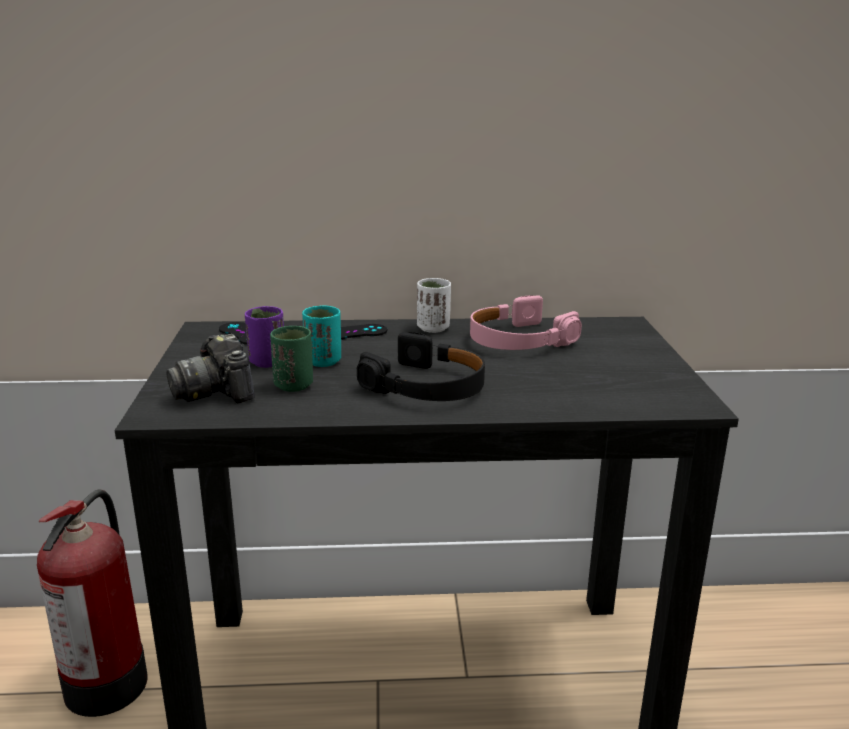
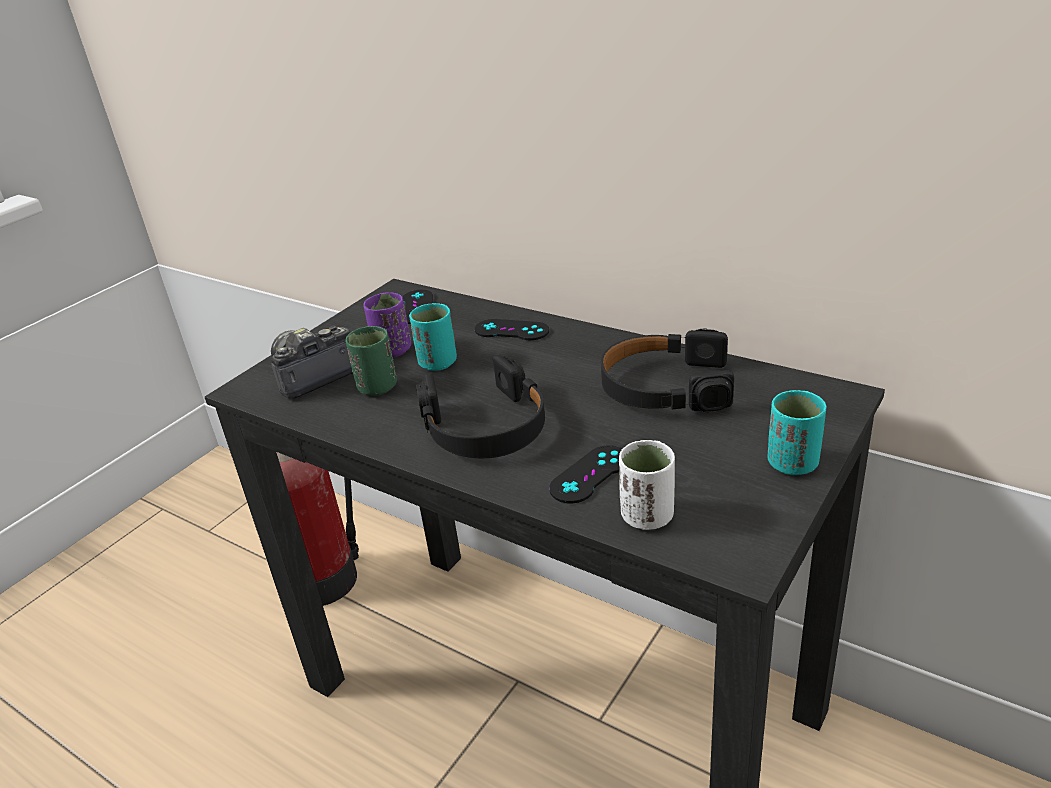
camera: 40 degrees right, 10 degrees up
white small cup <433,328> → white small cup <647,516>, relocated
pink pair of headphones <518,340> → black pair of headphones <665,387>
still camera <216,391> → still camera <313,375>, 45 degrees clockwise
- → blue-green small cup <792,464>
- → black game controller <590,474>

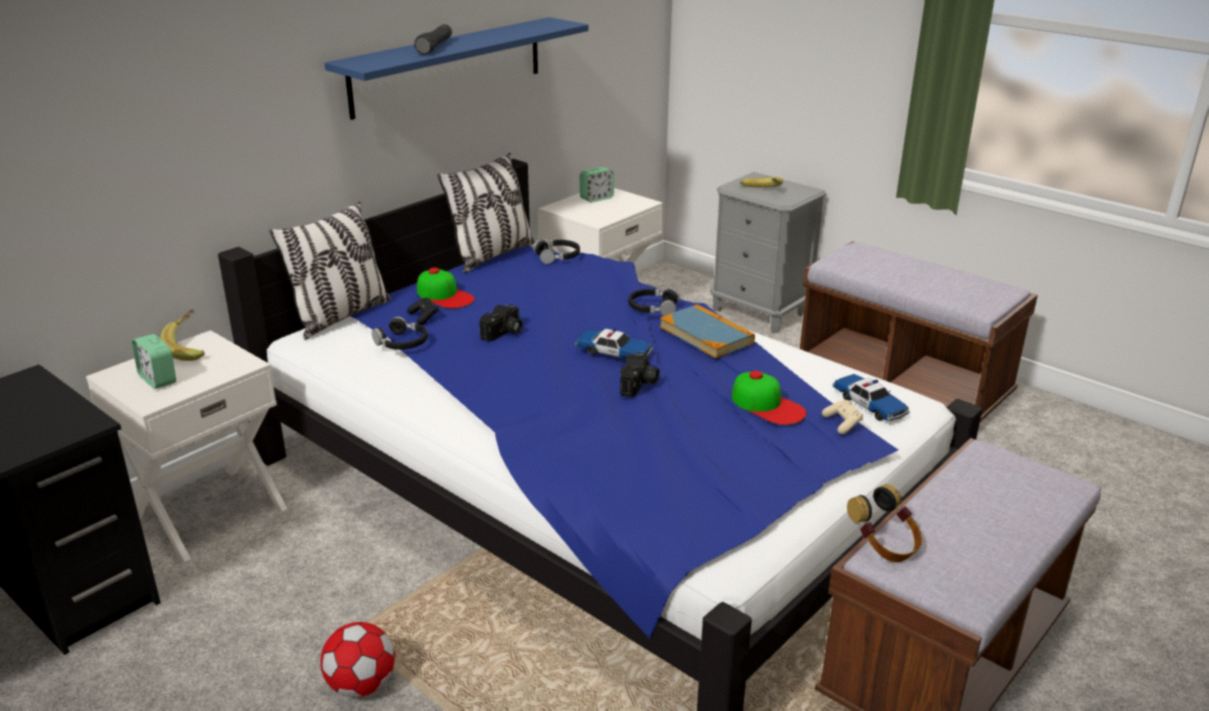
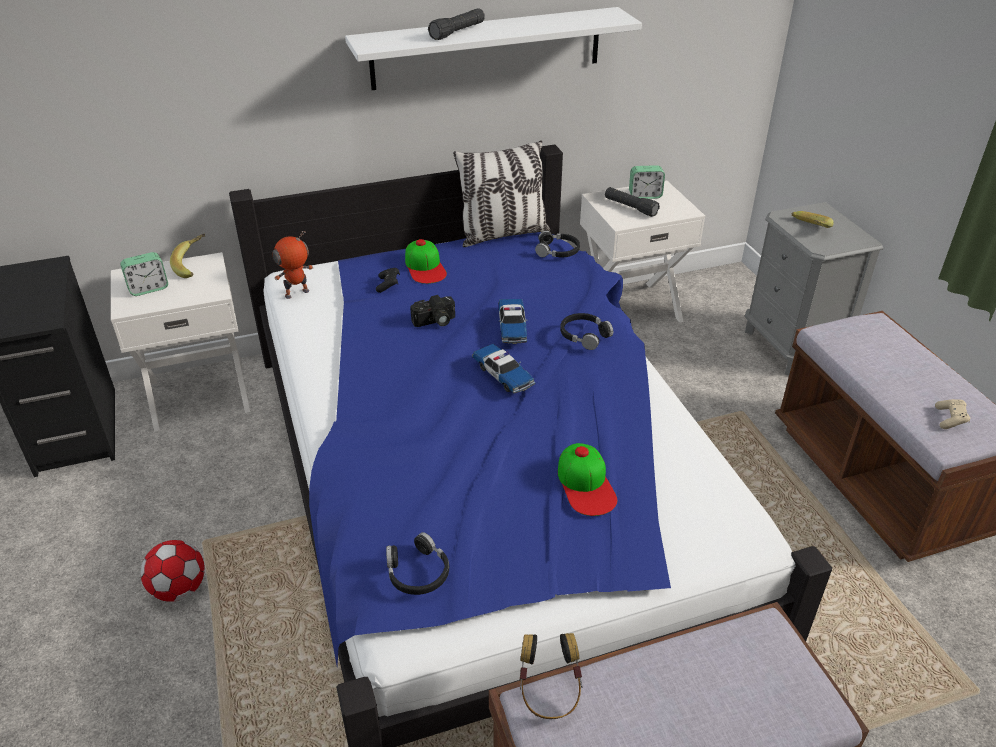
camera: 30 degrees right, 10 degrees up
blue wall shelf <448,66> → white wall shelf <487,48>
throw pillow <341,316> → -
volume <706,335> → -
black pair of headphones <402,343> → black pair of headphones <417,572>, relocated
alarm clock <158,379> → alarm clock <148,288>, 105 degrees counterclockwise
still camera <639,385> → -
miniature car <869,405> → miniature car <512,327>, relocated
sand-coloured game controller <842,423> → sand-coloured game controller <950,419>, relocated
- → black flashlight <630,208>
- → model robot <297,294>

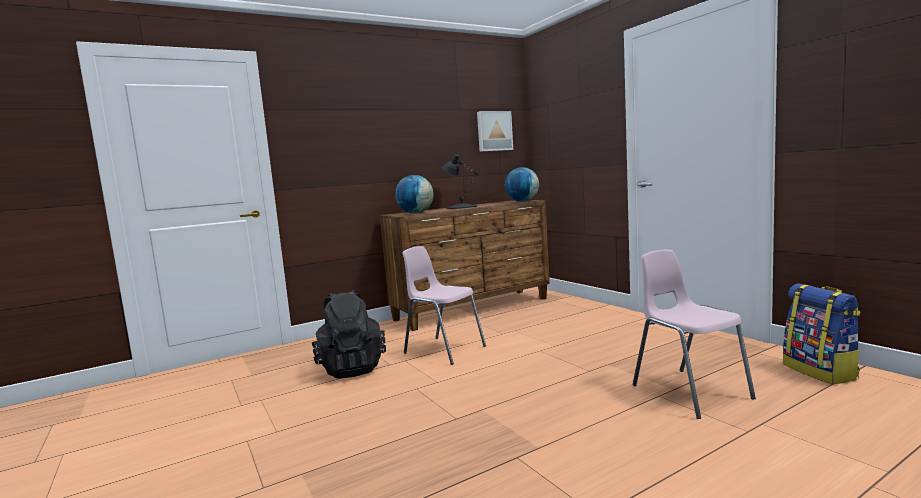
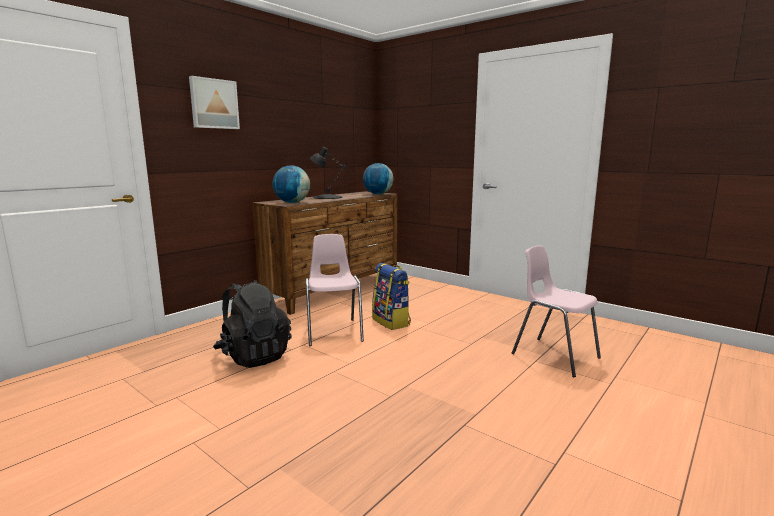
camera: 20 degrees left, 5 degrees up
picture <494,131> → picture <214,104>, relocated
pink chair <444,350> → pink chair <334,332>, 60 degrees clockwise
backpack <820,372> → backpack <391,322>, relocated

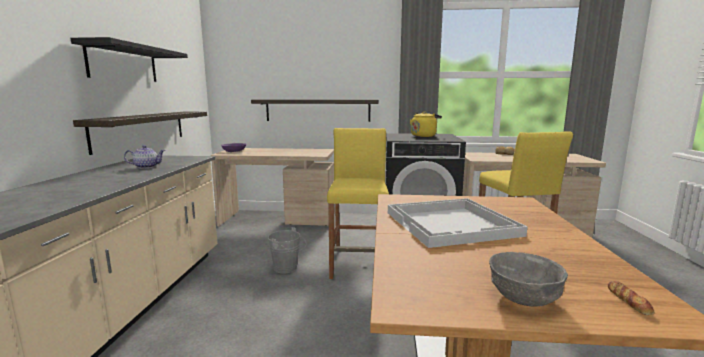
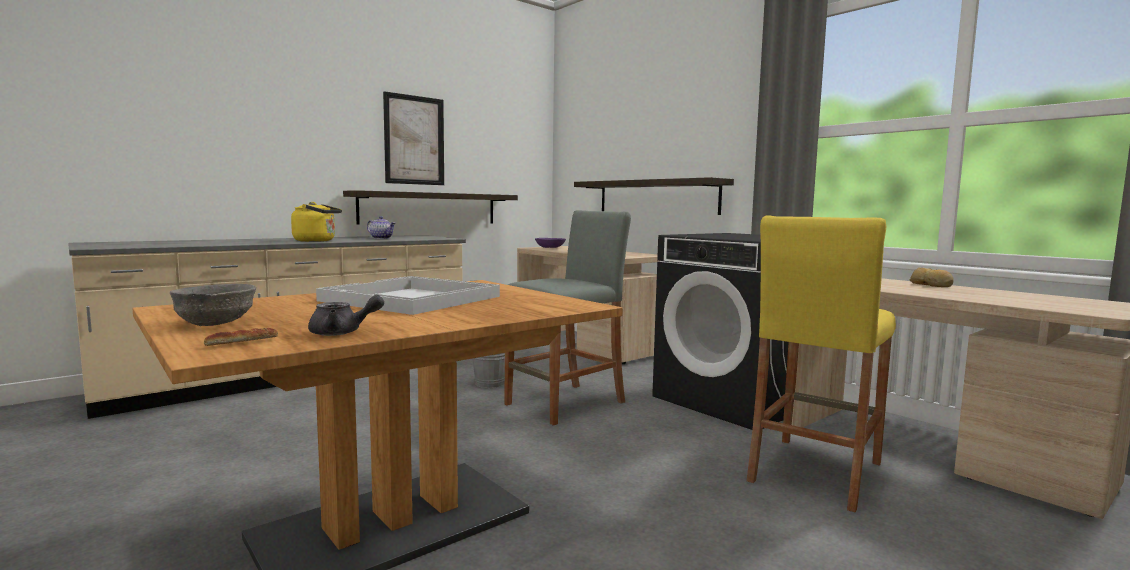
camera: 45 degrees right, 5 degrees down
black wall shelf <123,63> → picture <414,140>
yellow-coloured tea kettle <424,136> → yellow-coloured tea kettle <317,241>, relocated
yellow-coloured stool seat <358,263> → greyish stool seat <565,404>
- → greyish teapot <342,333>

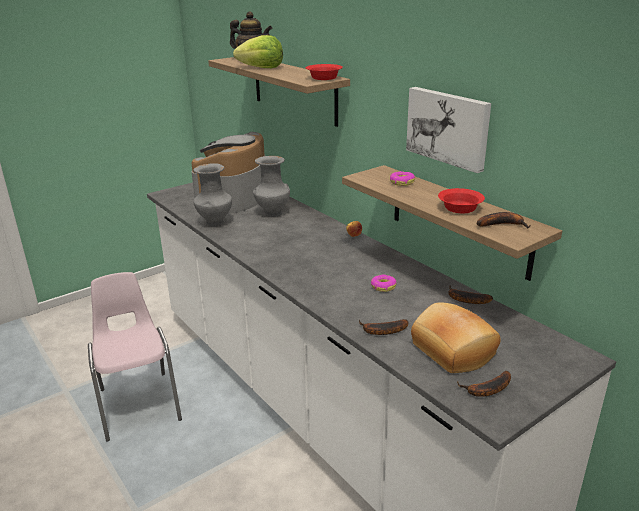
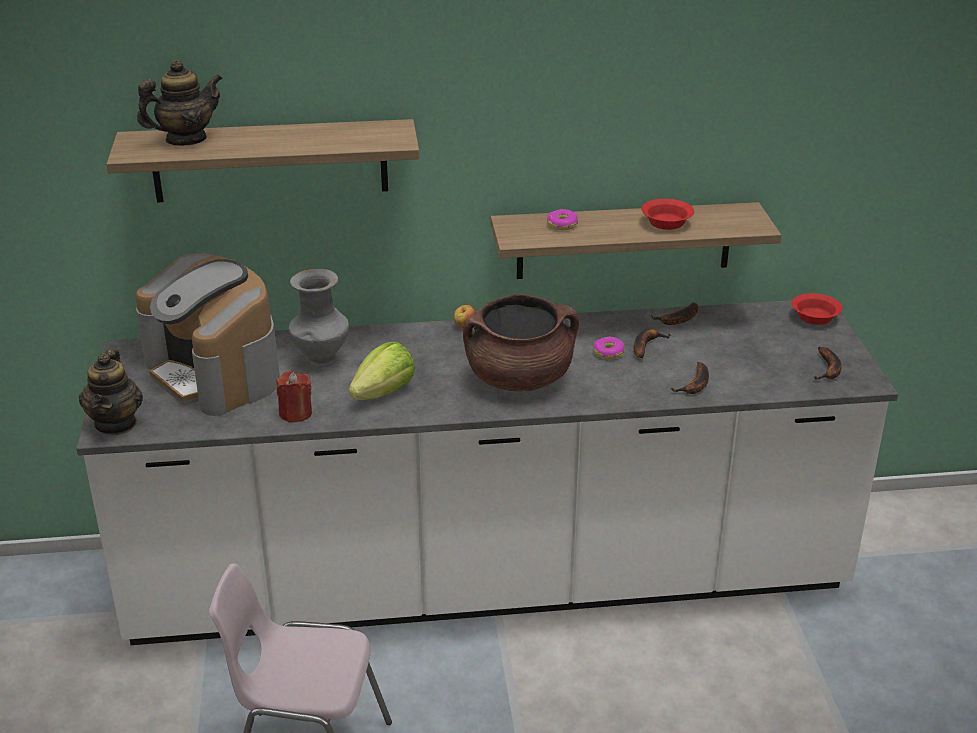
camera: 60 degrees left, 5 degrees up
lettuce <261,68> → lettuce <384,393>, relocated
red-coloured serving bowl <324,78> → red-coloured serving bowl <813,317>, relocated
picture <448,127> → -
greyish vase <215,223> → red-coloured candle <295,413>
banana <502,224> → banana <645,345>, relocated
bakery bread <451,351> → -
- → brown-coloured cooking pot <519,379>
- → teapot <116,423>

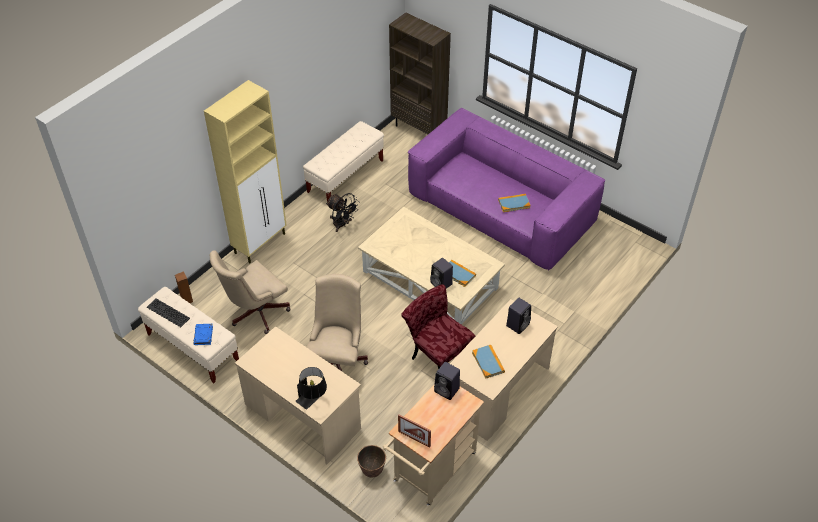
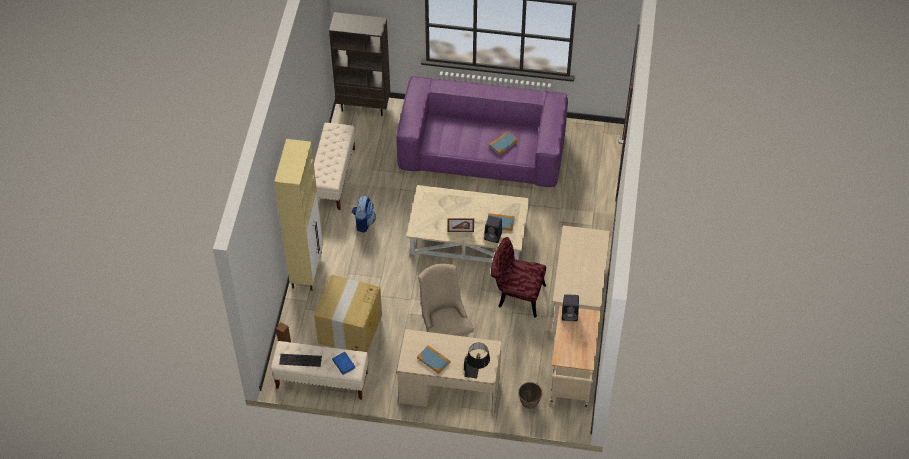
camera: 30 degrees left, 5 degrees up
black electric fan <342,225> → backpack <363,222>
sand-coloured office chair <255,313> → cardboard box <349,329>
black loudspeaker <518,324> → -
volume <488,362> → volume <433,360>, relocated
standing frame <414,438> → standing frame <460,231>, relocated

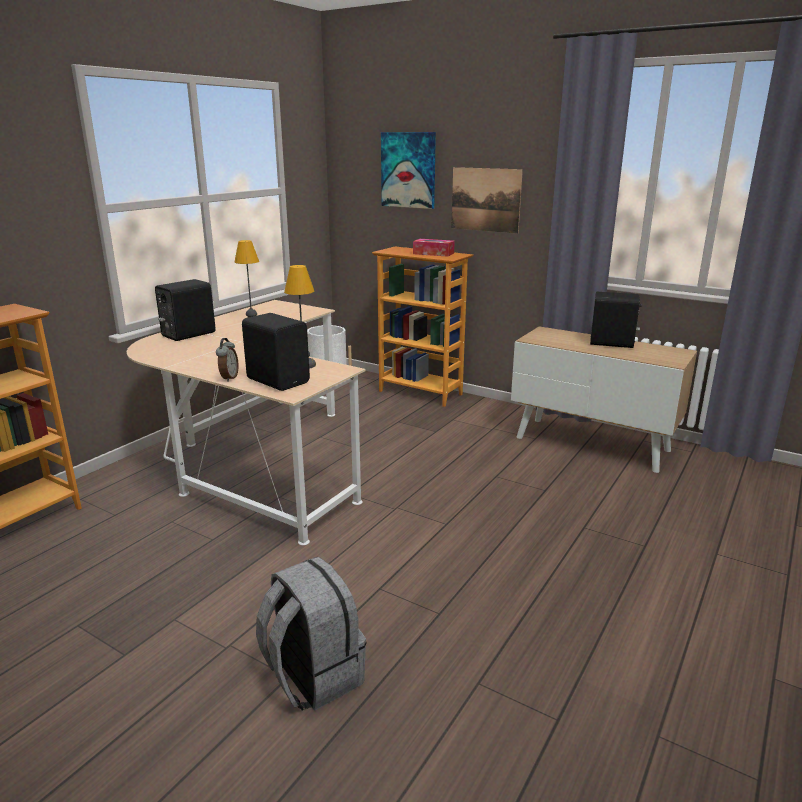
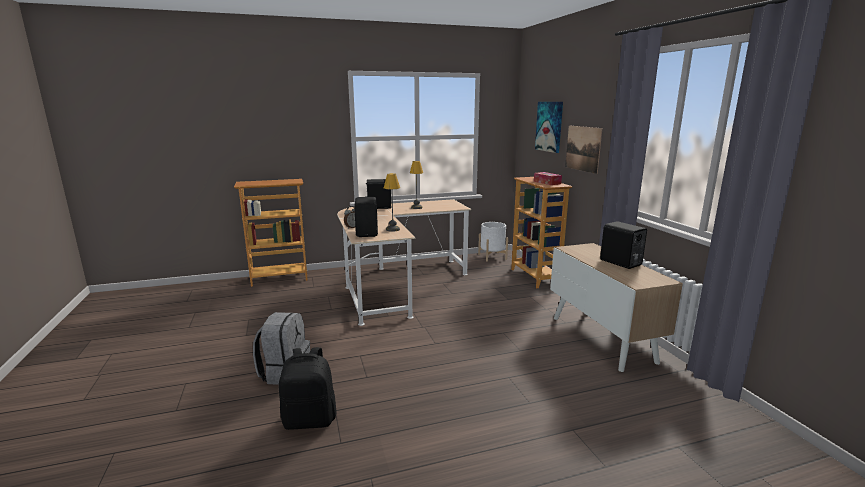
camera: 40 degrees right, 5 degrees down
- → black backpack <310,419>

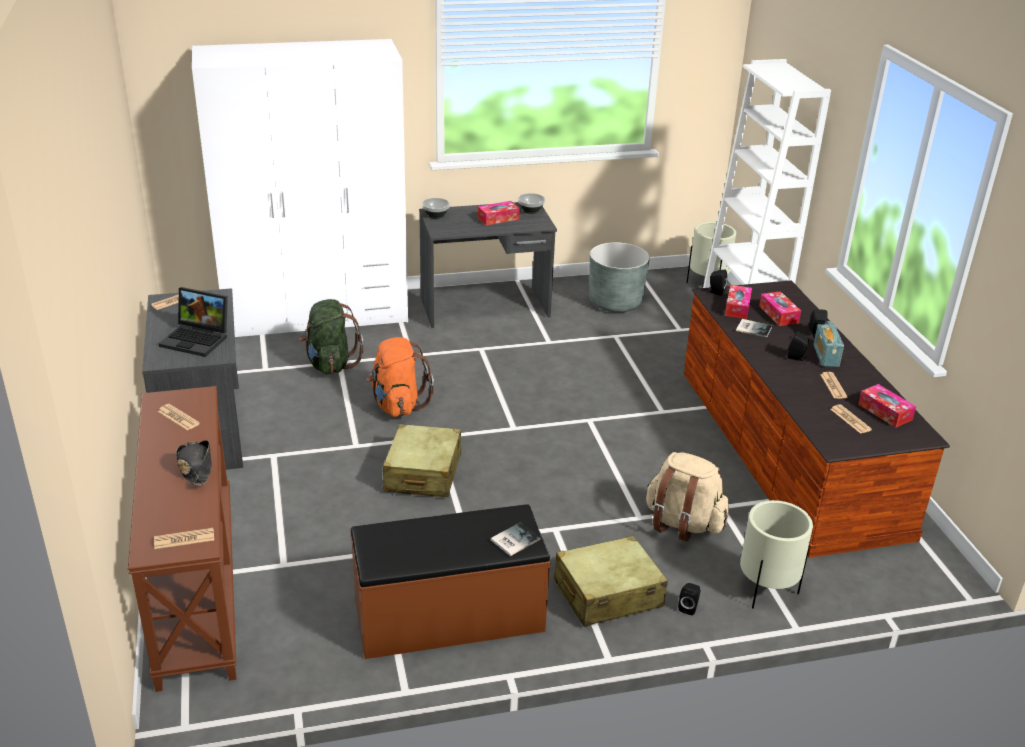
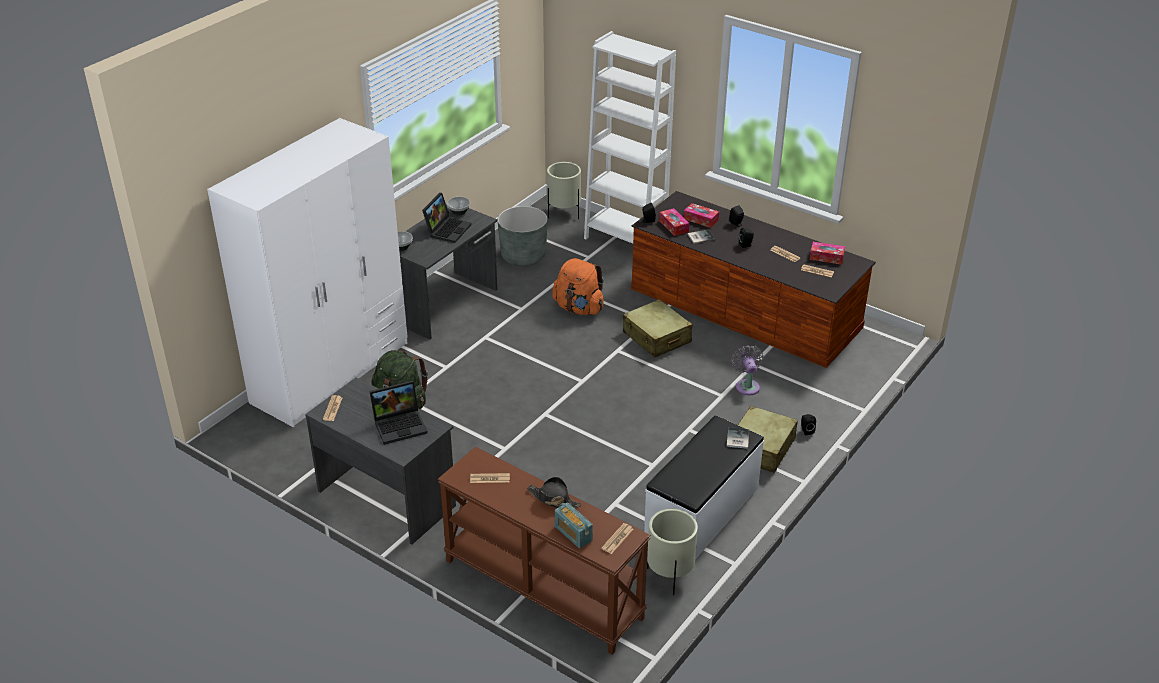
camera: 40 degrees left, 5 degrees up
tissue holder <498,218> → laptop <447,229>
radio receiver <825,356> → radio receiver <573,534>, relocated
orange backpack <397,405> → orange backpack <579,308>, relocated
sand-coloured suitcase <423,473> → sand-coloured suitcase <656,337>, relocated
sand-coloured backpack <682,523> → greyish electric fan <747,385>
sand-coloured plant pot <766,590> → sand-coloured plant pot <670,576>, relocated
brown-coloured long seat <449,617> → white long seat <703,513>

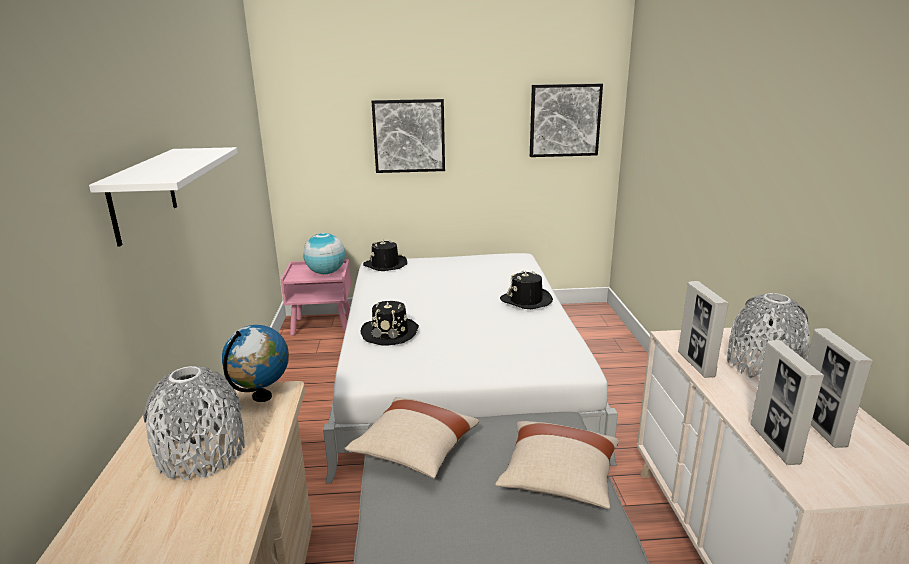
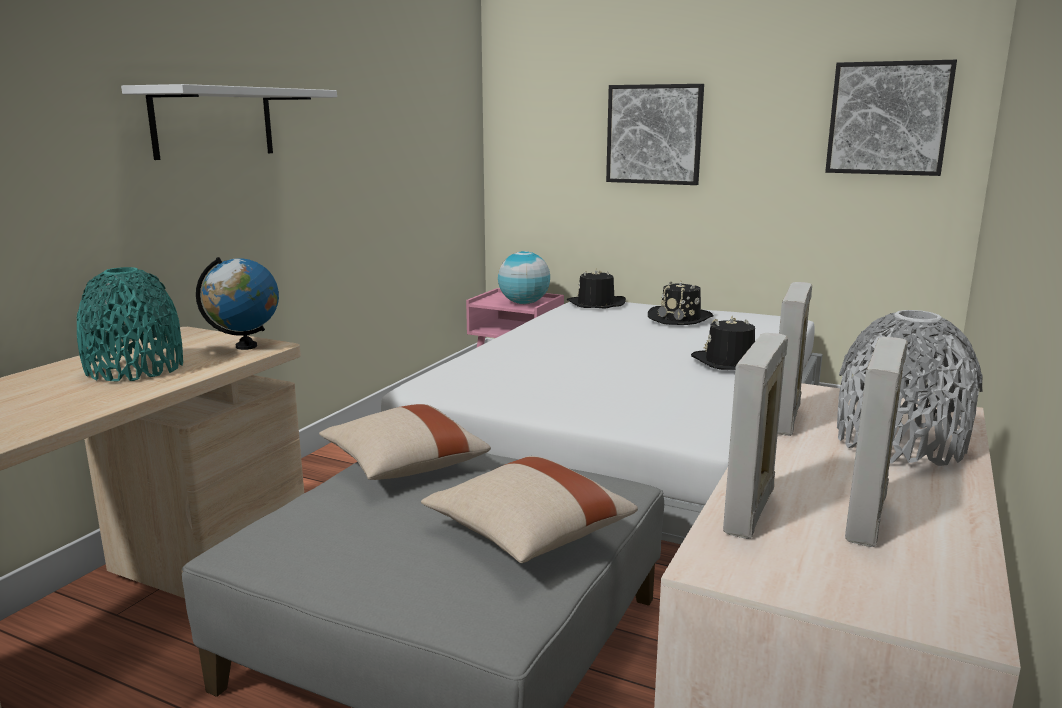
camera: 30 degrees right, 5 degrees down
black wearable hat <390,332> → black wearable hat <680,318>, relocated
greyish vase <201,453> → blue-green vase <135,368>

